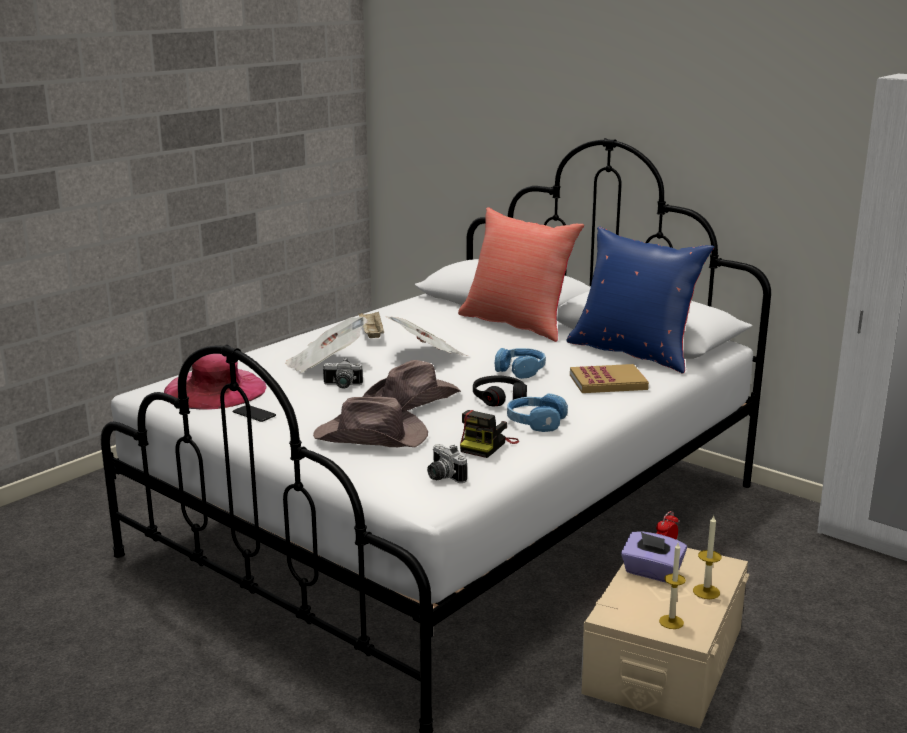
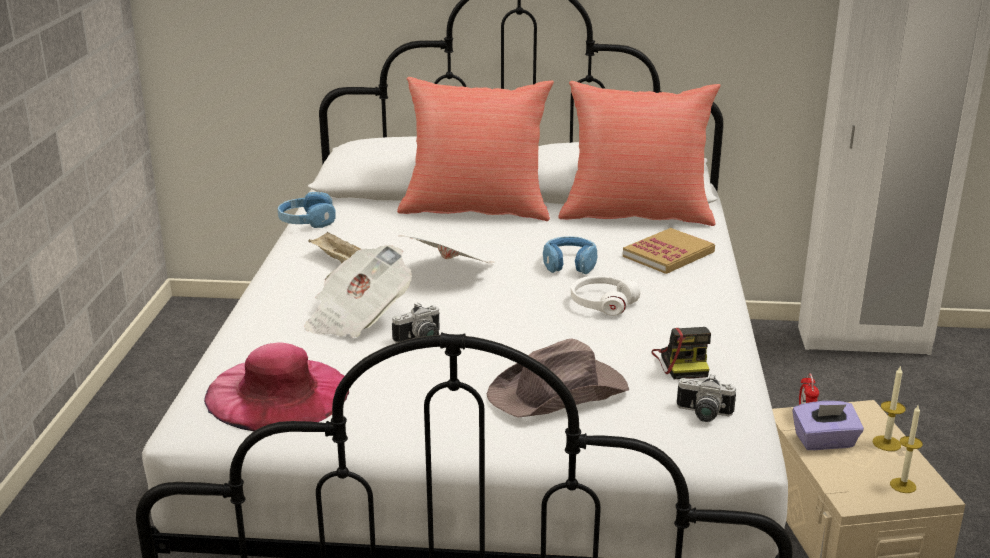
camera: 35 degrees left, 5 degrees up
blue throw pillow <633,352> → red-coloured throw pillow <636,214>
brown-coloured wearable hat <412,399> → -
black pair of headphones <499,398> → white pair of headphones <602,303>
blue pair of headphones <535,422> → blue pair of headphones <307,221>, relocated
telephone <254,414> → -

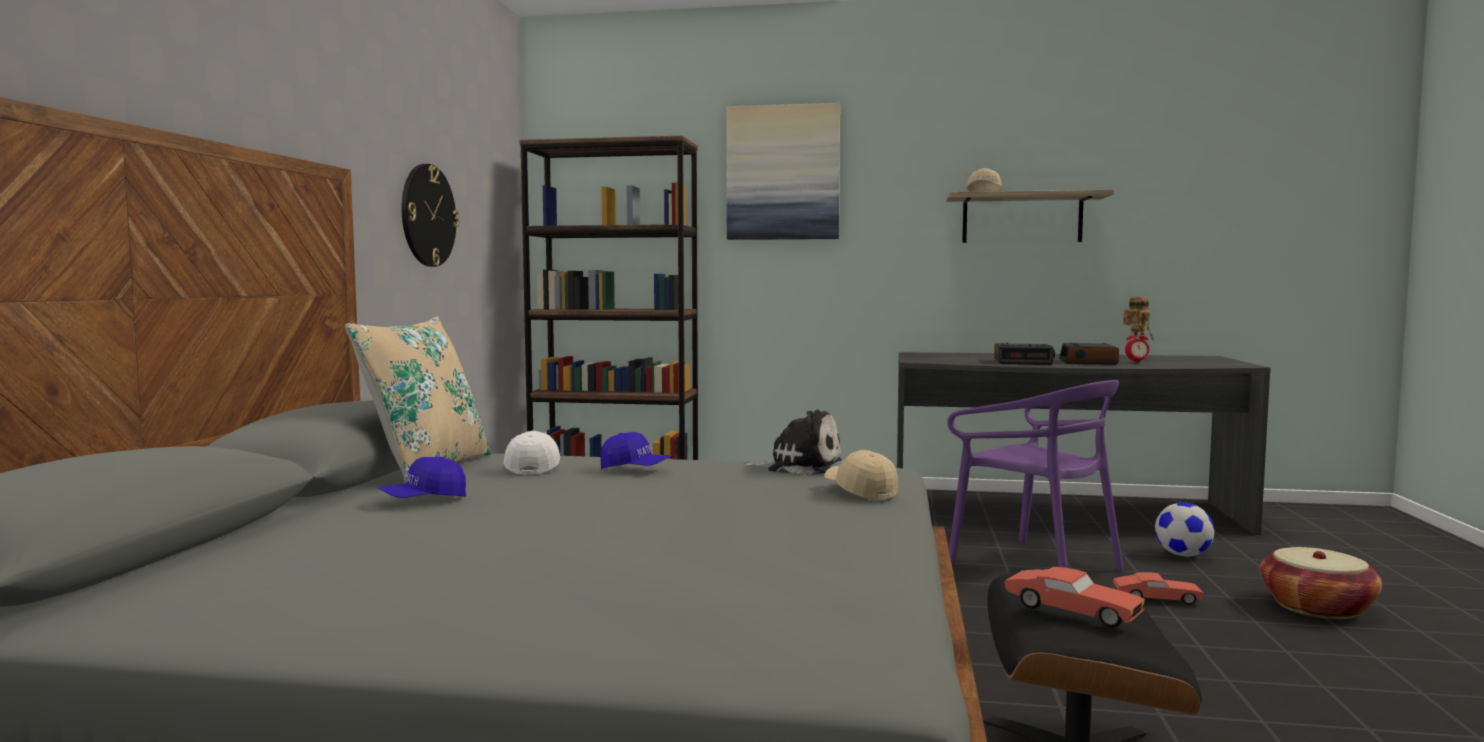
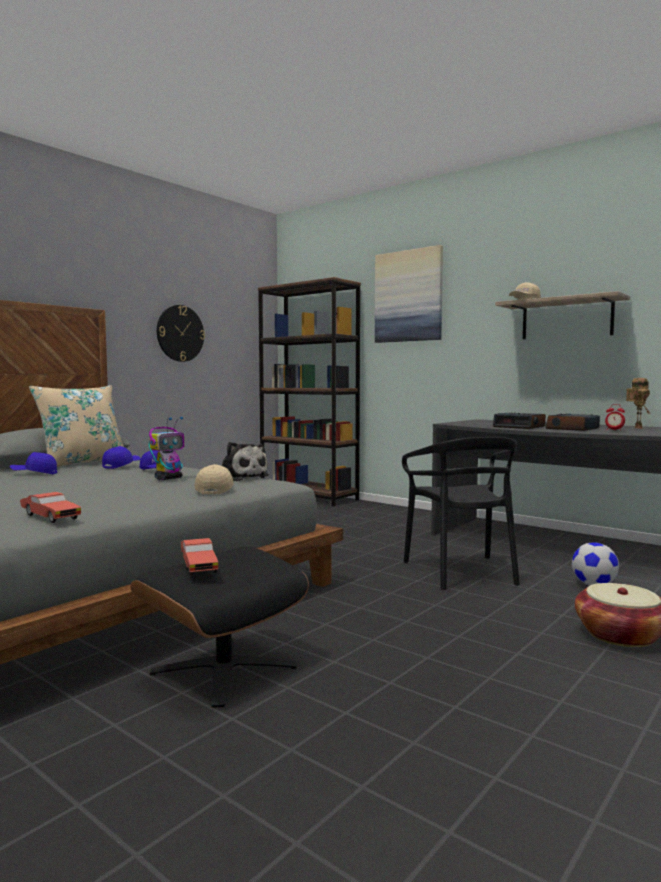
camera: 30 degrees right, 0 degrees up
purple chair <1035,565> → black chair <461,572>
white peaked cap <533,467> → blue peaked cap <121,466>
red-coloured miniature car <1156,599> → red-coloured miniature car <50,517>, relocated
- → model robot <169,478>

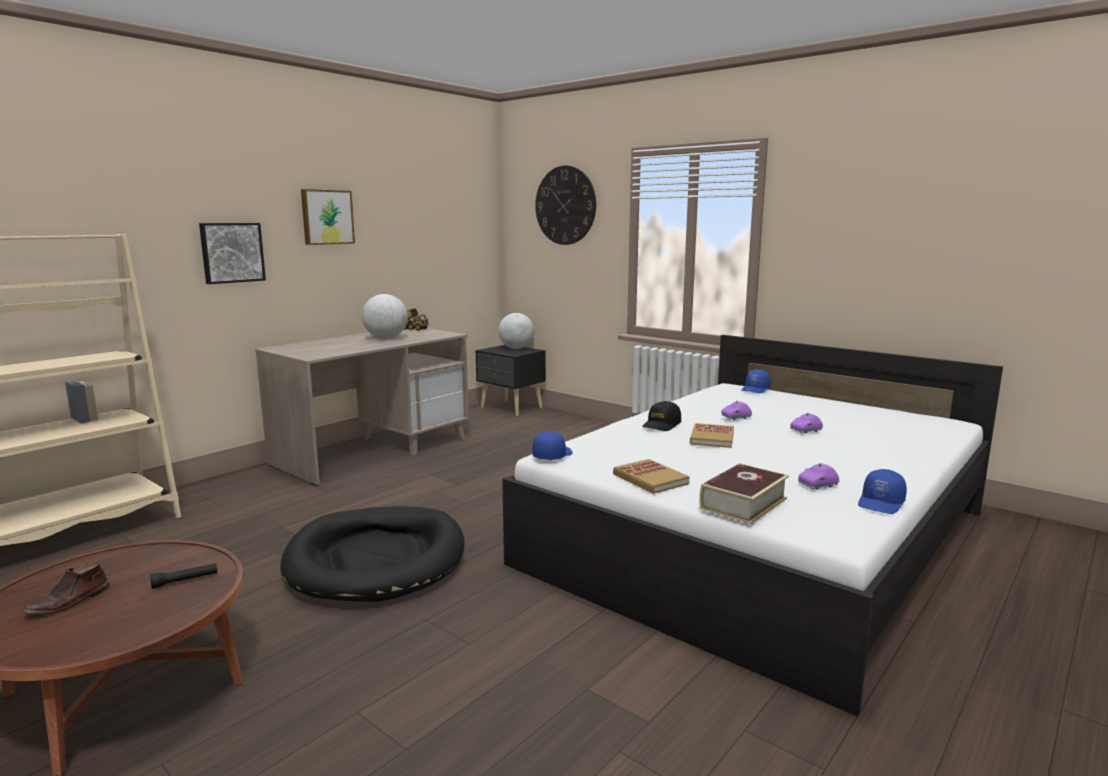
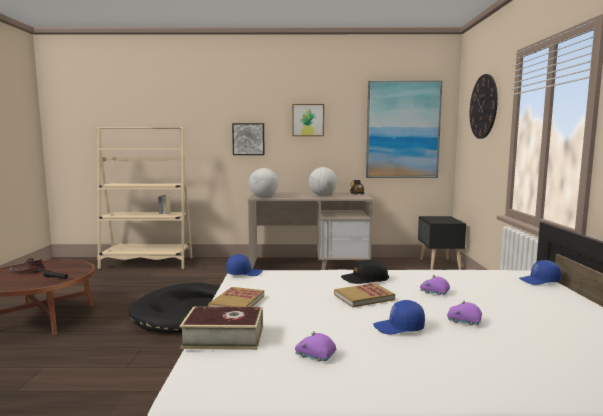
camera: 50 degrees right, 5 degrees down
globe <516,348> → globe <263,197>, relocated
blue peaked cap <881,503> → blue peaked cap <399,328>, relocated
- → picture <403,130>

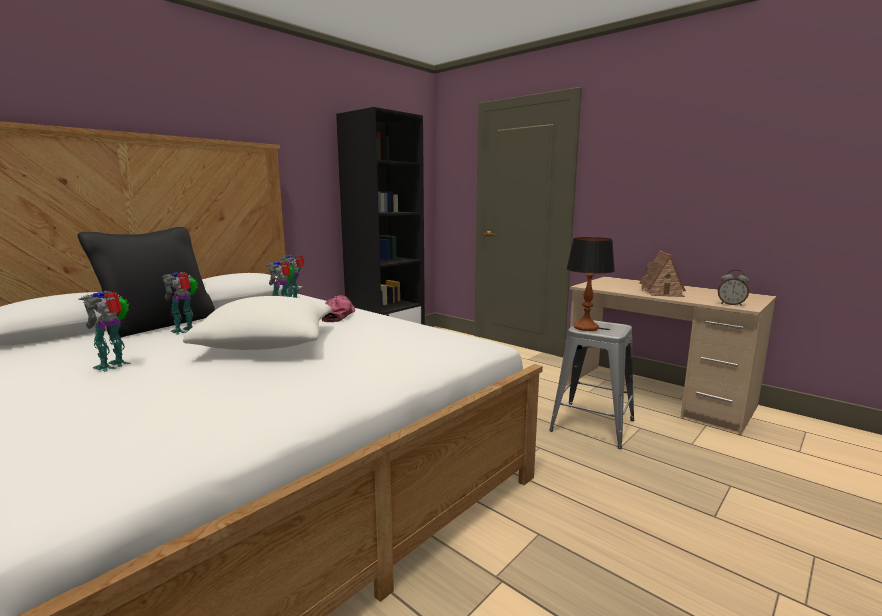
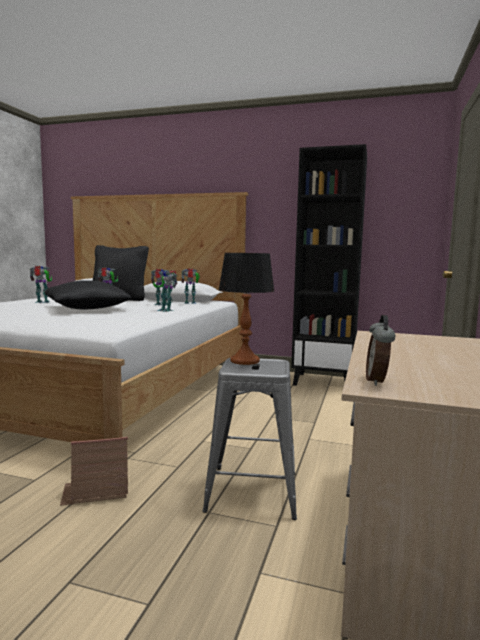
camera: 65 degrees right, 5 degrees down
miniature house <661,291> → miniature house <96,490>, relocated
peaked cap <338,315> → model robot <166,310>
white throw pillow <267,344> → black throw pillow <87,308>

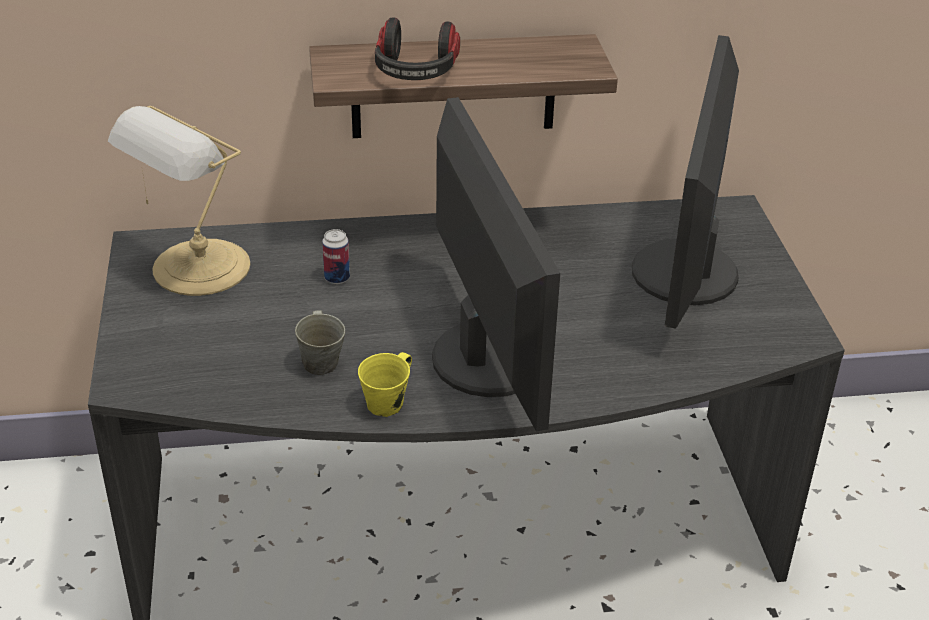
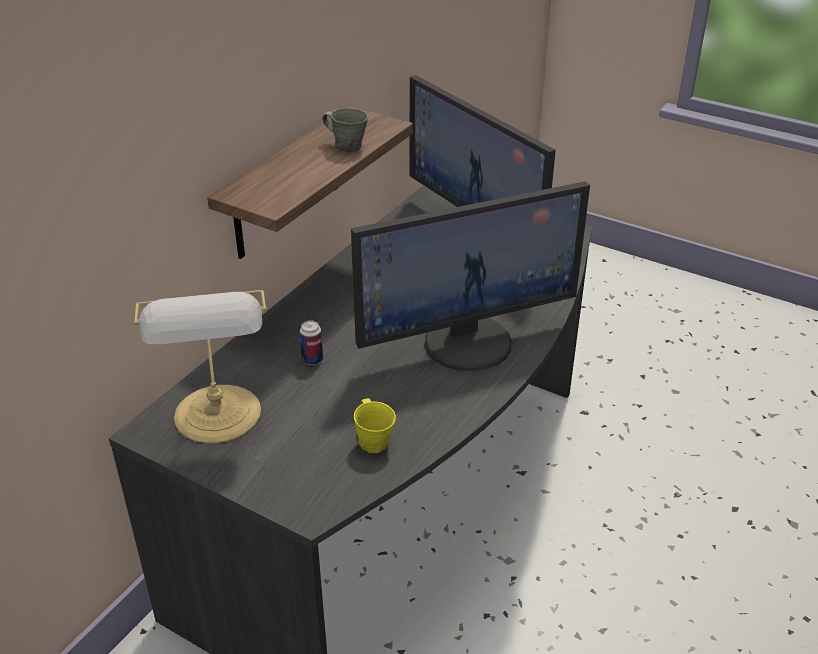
camera: 50 degrees left, 0 degrees up
pair of headphones <415,73> → -
computer display <486,359> → computer display <467,342>, 135 degrees clockwise
greyish tea mug <321,362> → greyish tea mug <347,146>, relocated
yellow-coloured tea mug <387,403> → yellow-coloured tea mug <373,441>, relocated

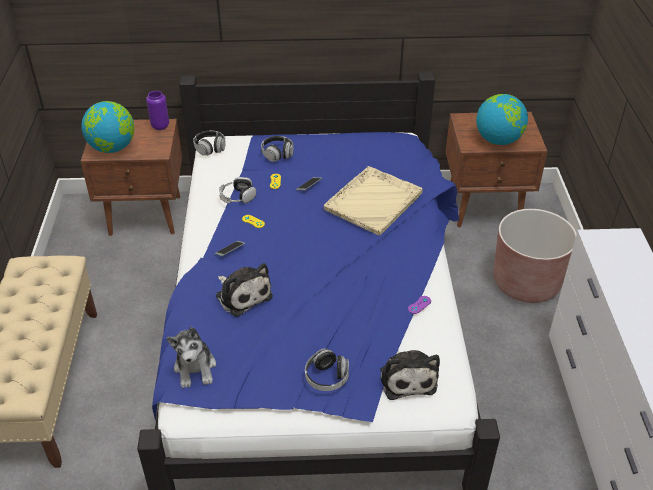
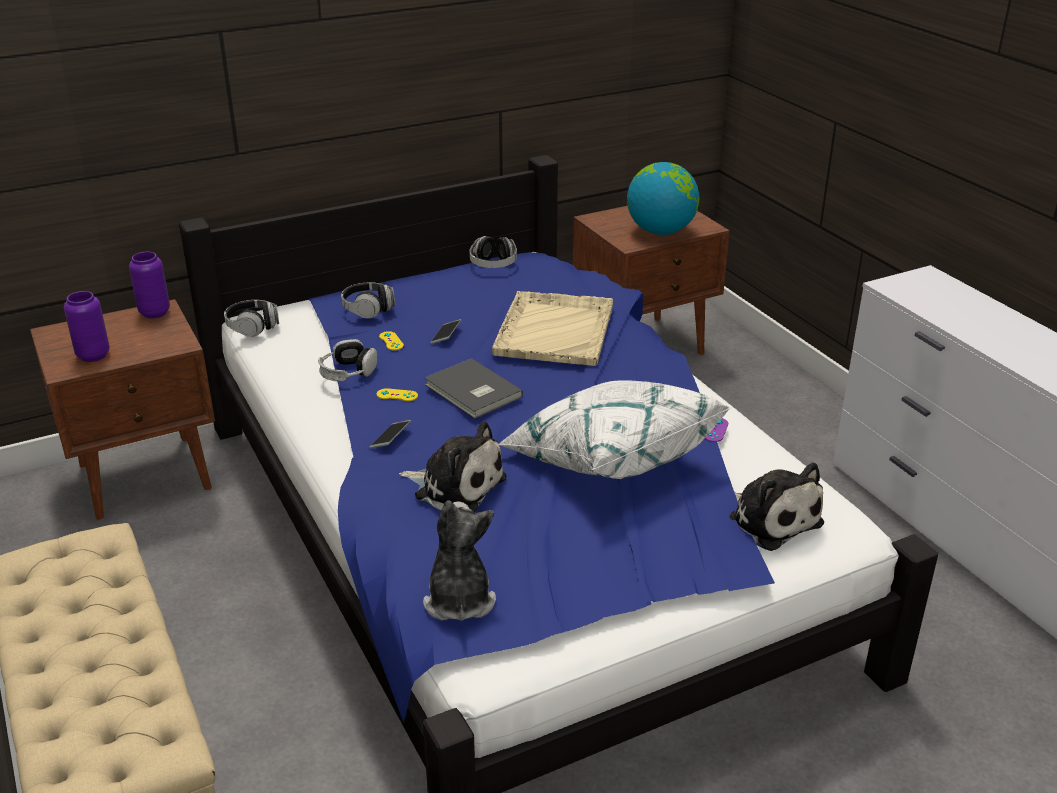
camera: 25 degrees left, 10 degrees down
globe <113,148> → purple vase <93,355>
brown-coloured plant pot <526,282> → -
cuddly toy <195,368> → cuddly toy <459,599>, 150 degrees counterclockwise
pair of headphones <327,378> → pair of headphones <493,265>, relocated
- → greyish volume <472,392>
- → white throw pillow <609,458>

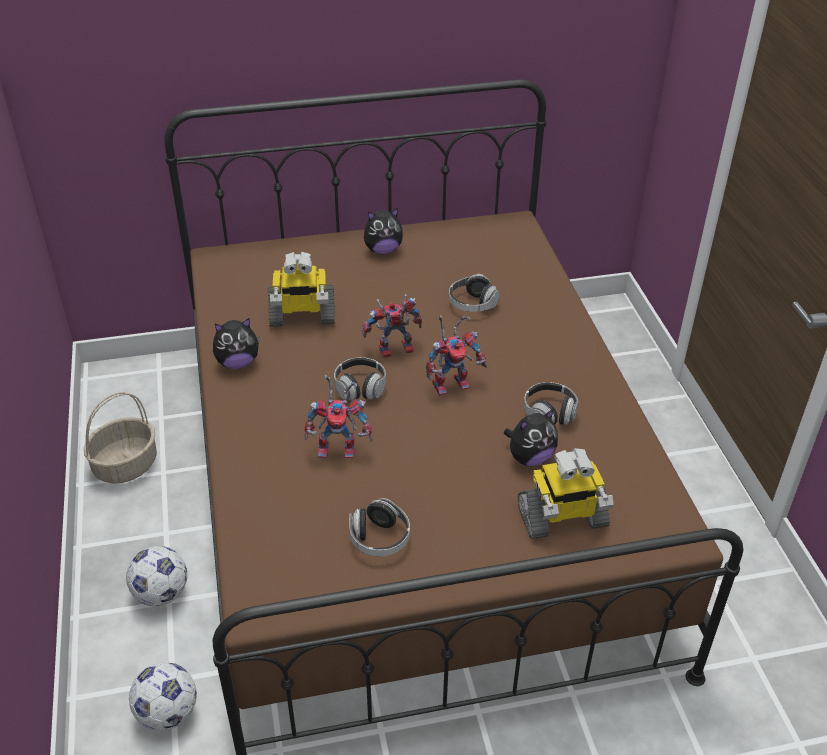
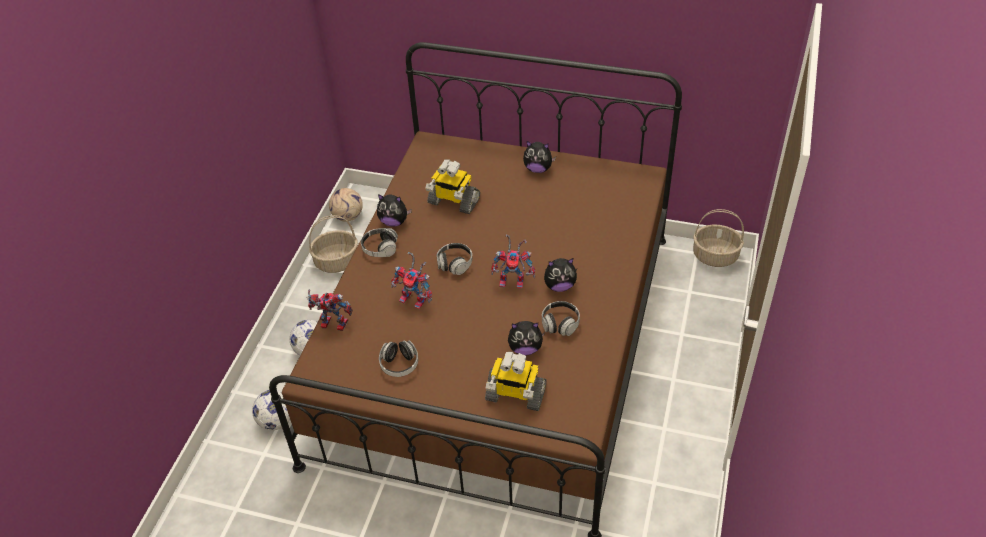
camera: 30 degrees right, 5 degrees up
pair of headphones <472,304> → pair of headphones <380,249>, relocated
model robot <393,351> → model robot <331,325>, relocated
- → football ball <348,216>
- → household basket <715,256>
- → cuddly toy <559,286>

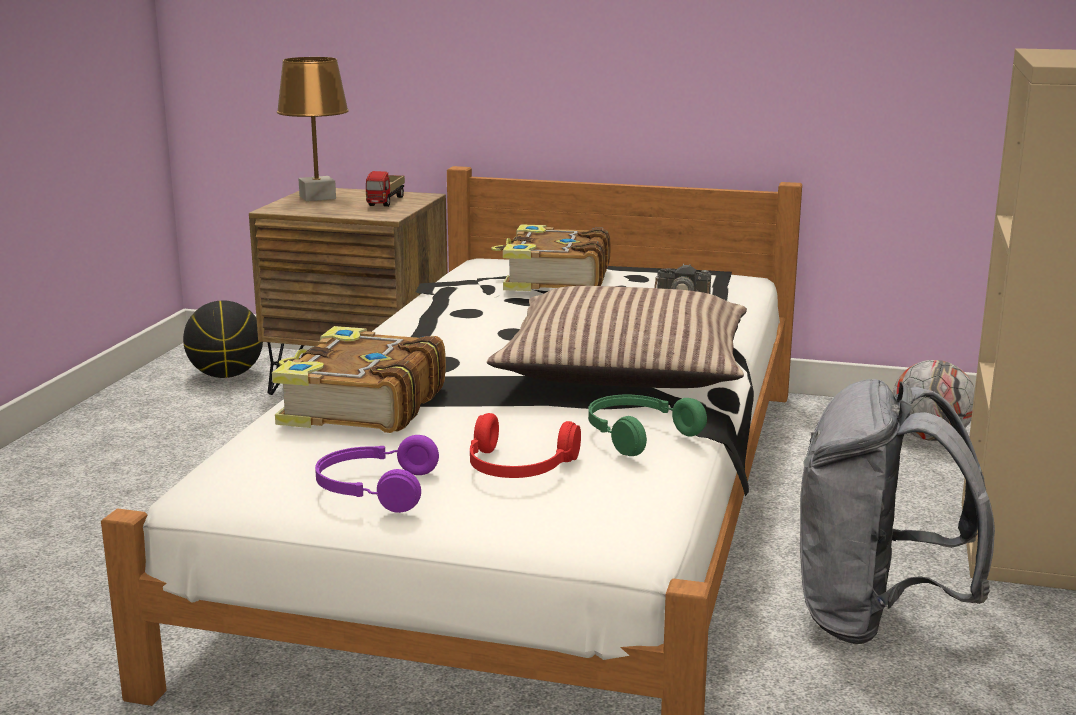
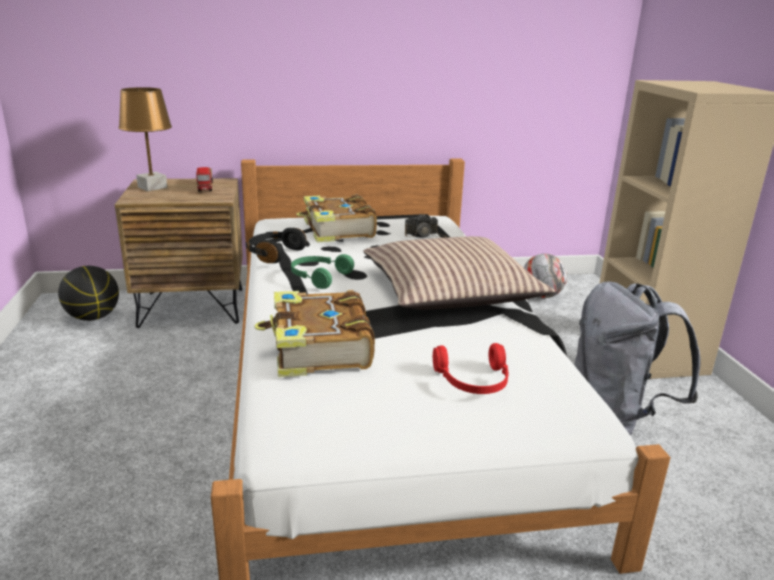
camera: 25 degrees left, 5 degrees up
green pair of headphones <636,435> → green pair of headphones <318,277>, relocated
purple pair of headphones <374,490> → -
- → black pair of headphones <274,254>

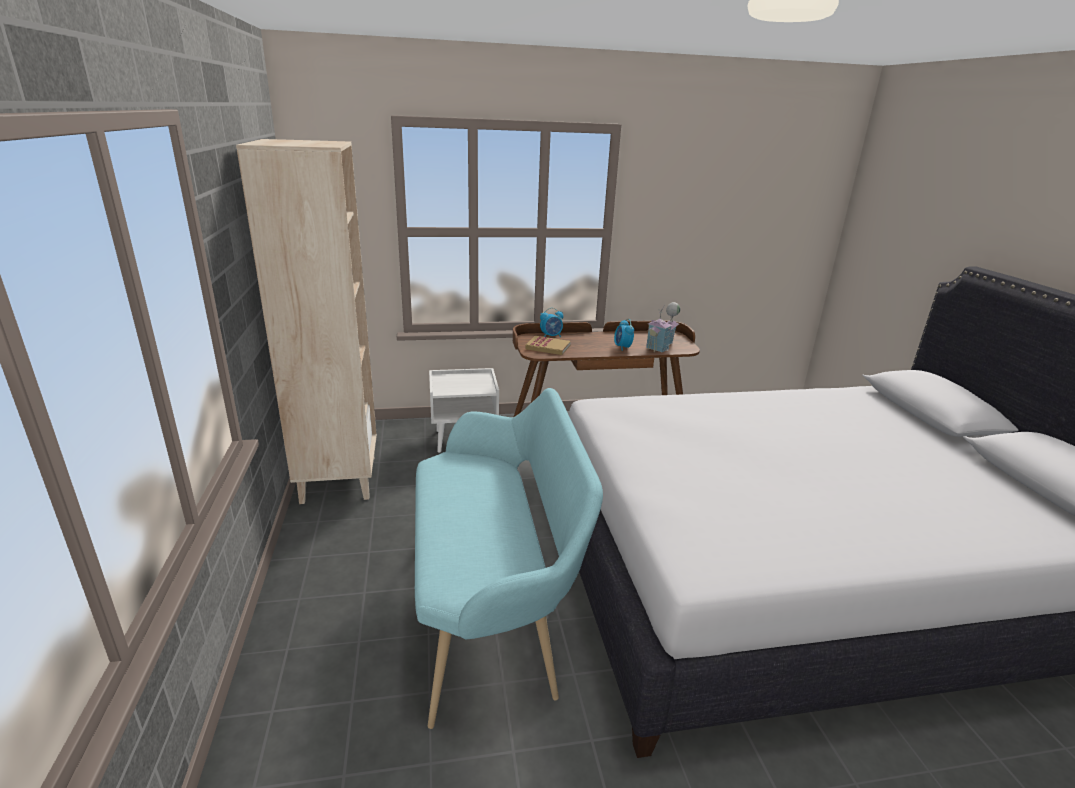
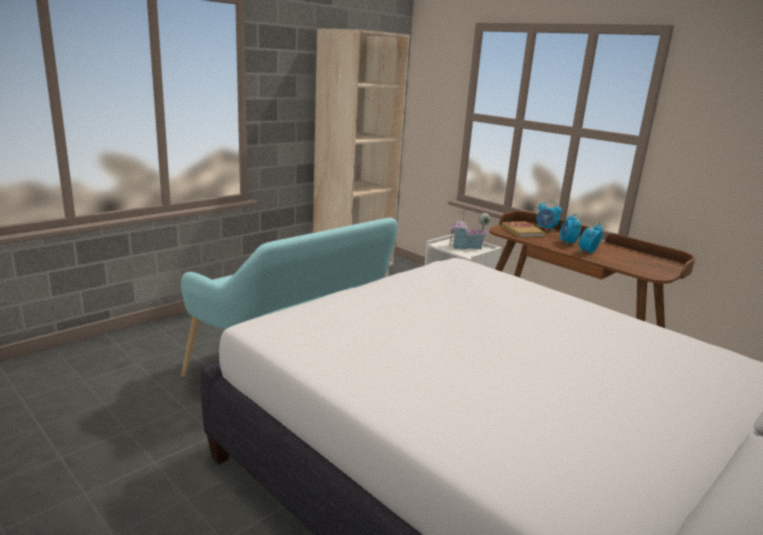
camera: 55 degrees right, 5 degrees down
miniature house <661,346> → miniature house <466,247>, relocated
- → alarm clock <567,243>

